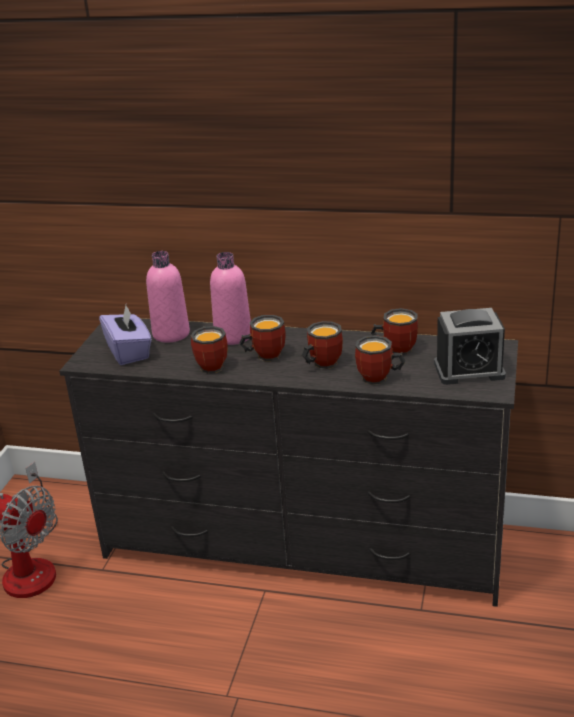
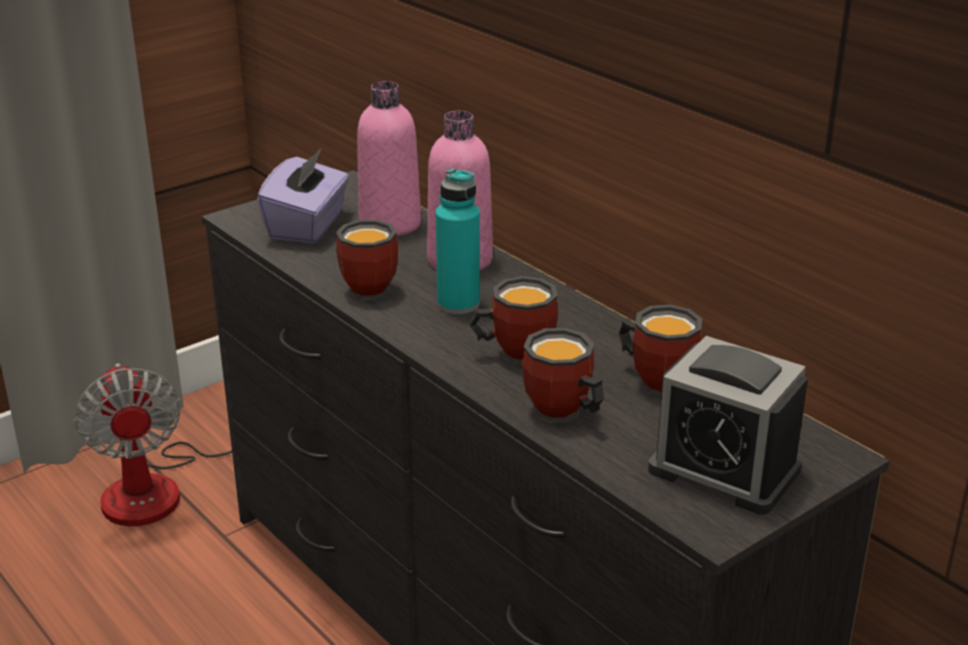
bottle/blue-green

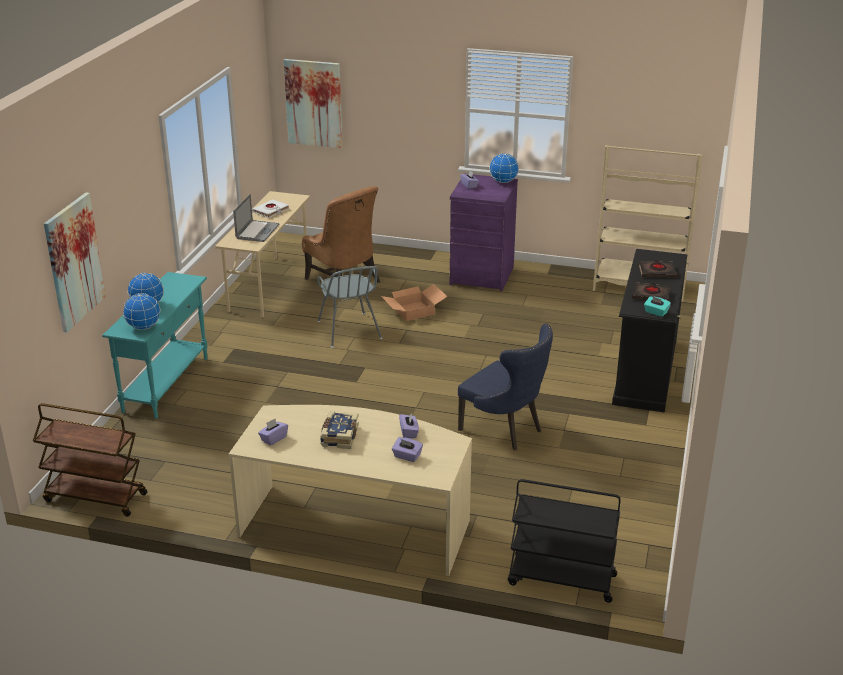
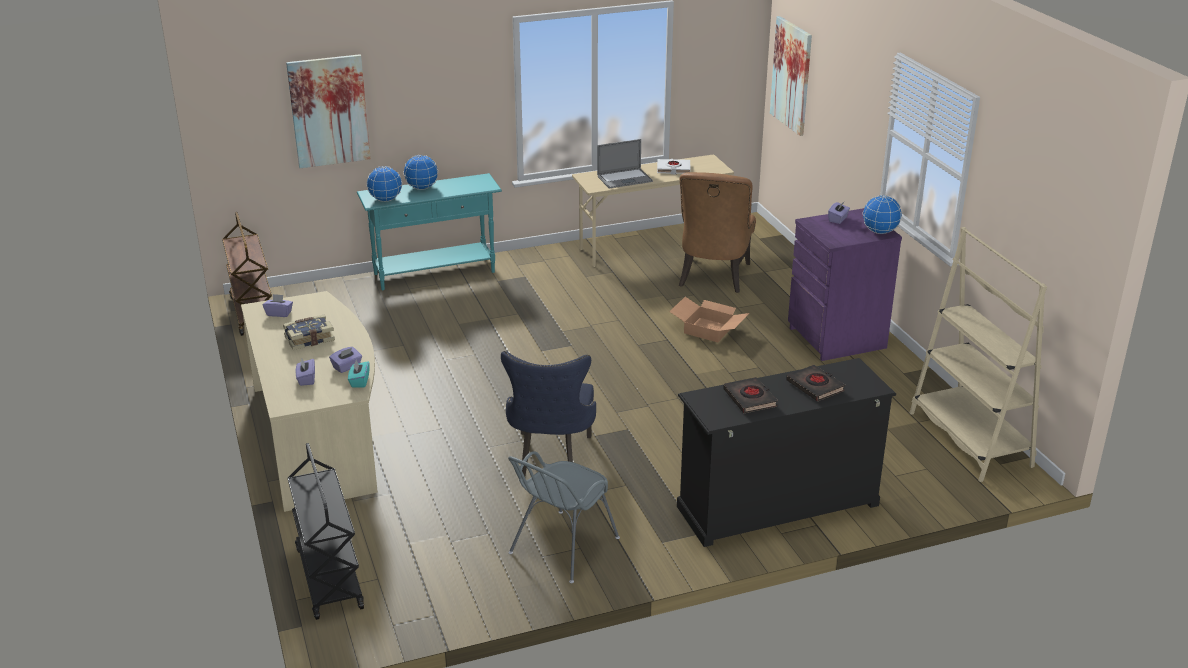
box of tissues/blue-green
upright chair/gray

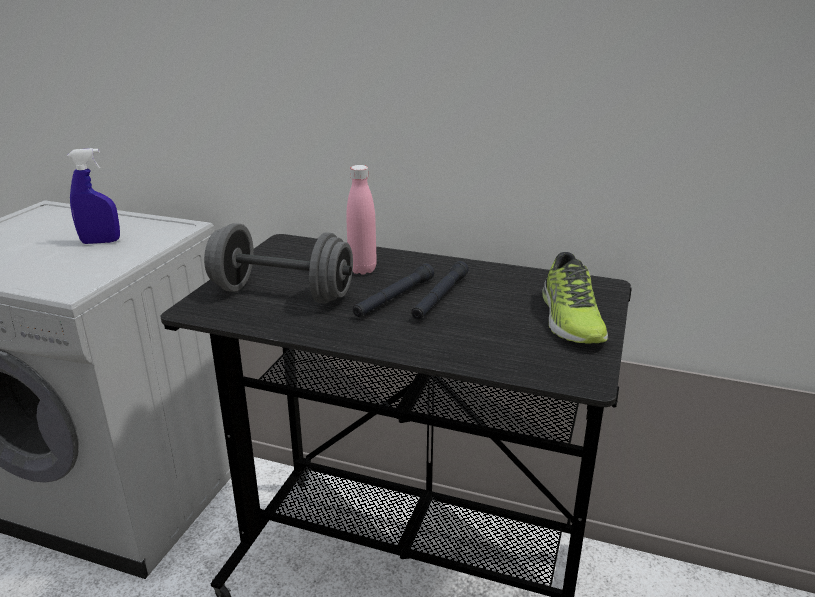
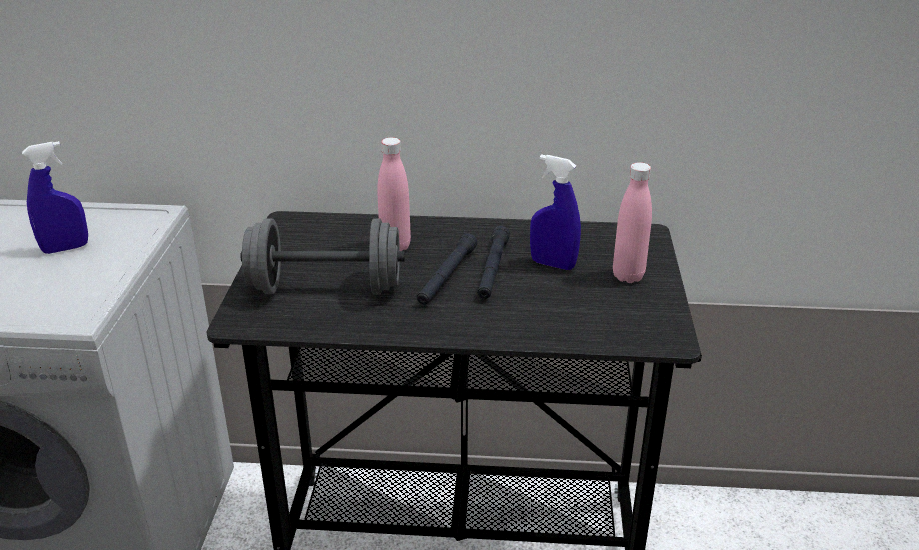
sprayer/blue-coloured (2nd from left)
bottle/pink (2nd from left)

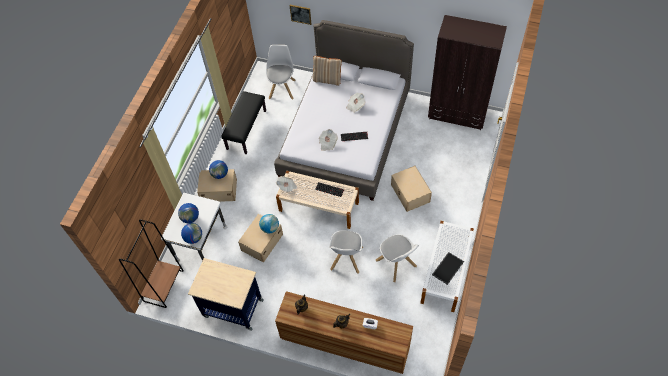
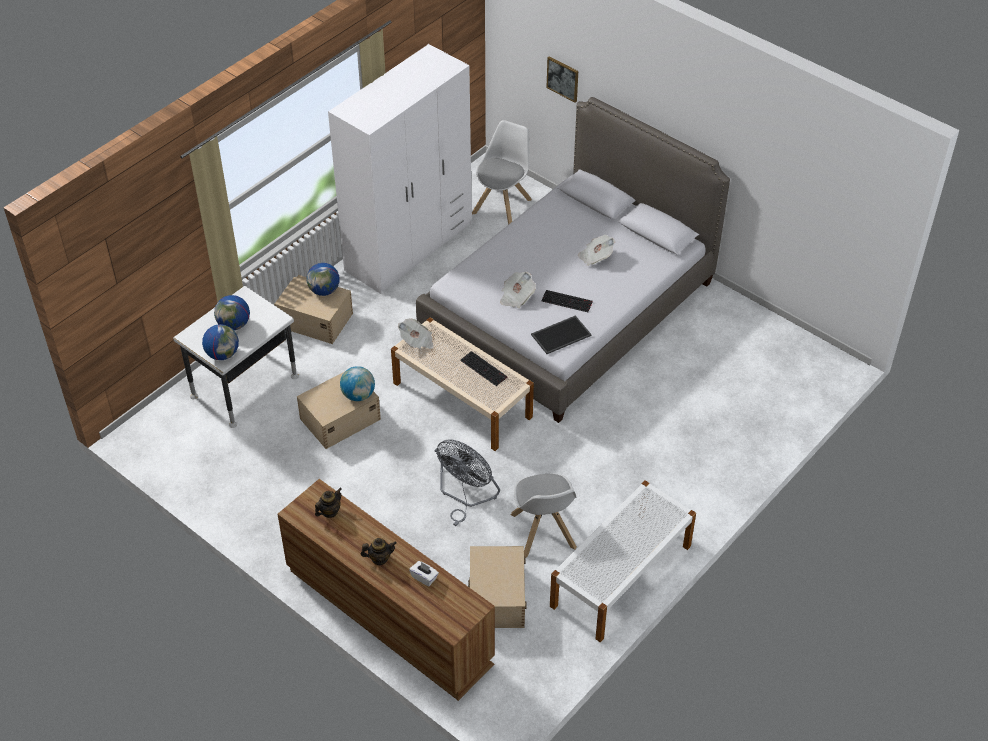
wardrobe/white
electric fan/gray
storage bin/sand-coloured (3rd from left)
serving tray
clothes rack
wheeled cart/blue-coloured
throw pillow/sand-coloured
wardrobe/brown-coloured

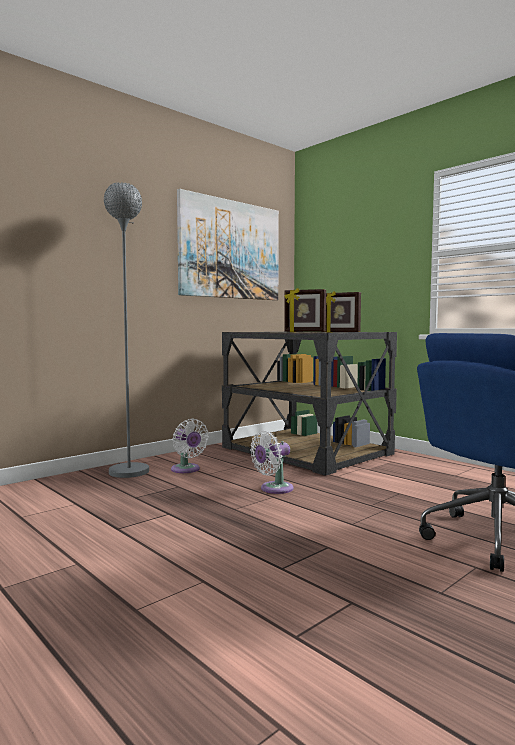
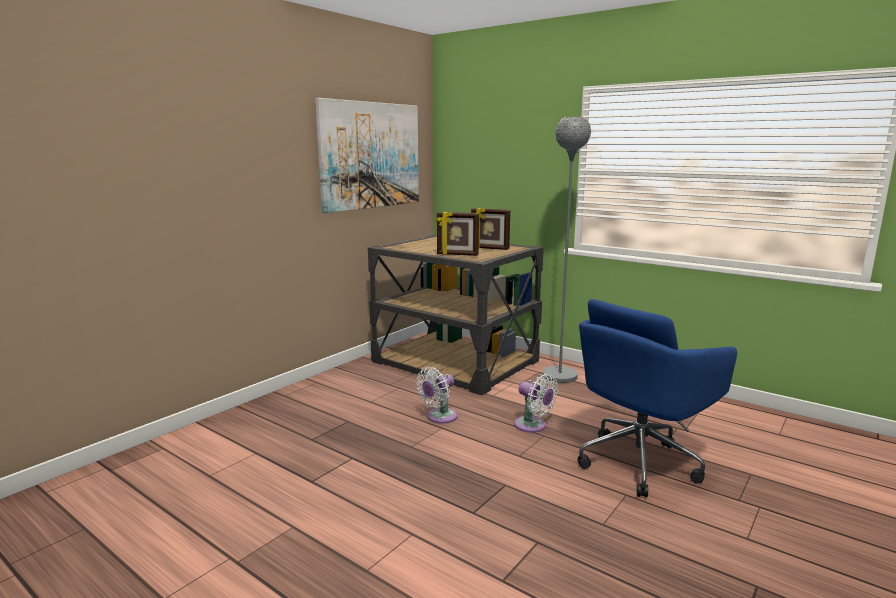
electric fan/white (2nd from left)
floor lamp/gray

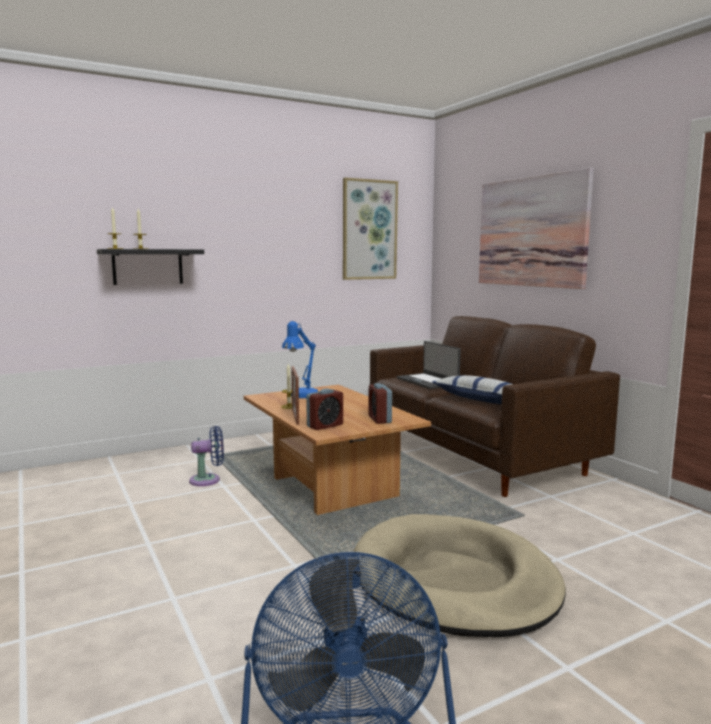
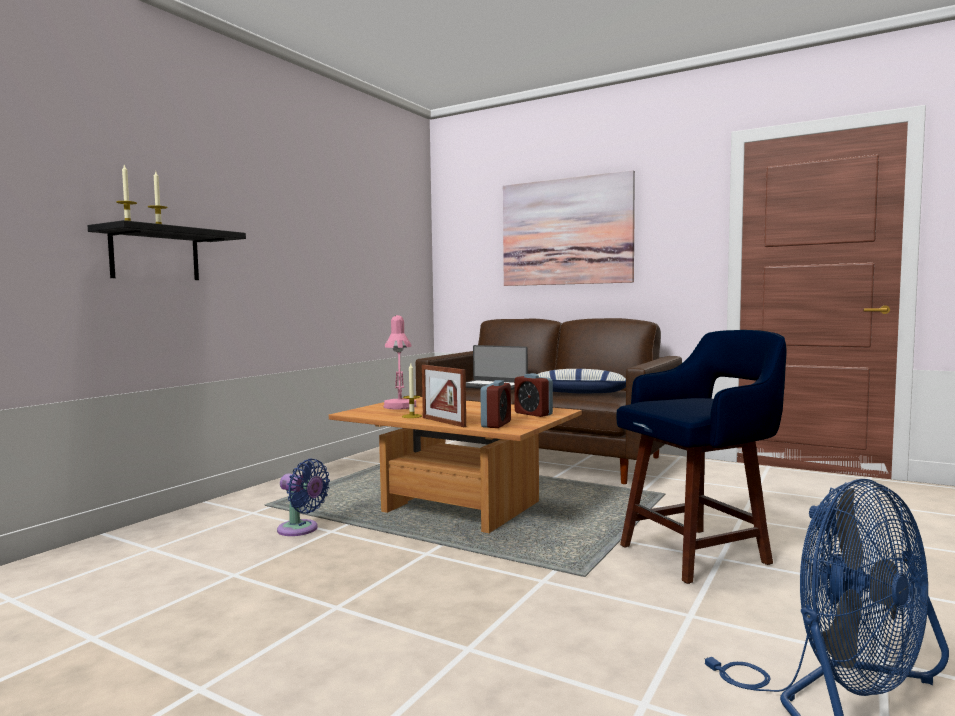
electric fan/blue-coloured (1st from left)
lamp for a table/pink
stool seat/blue-coloured
picture (1st from left in the first image)

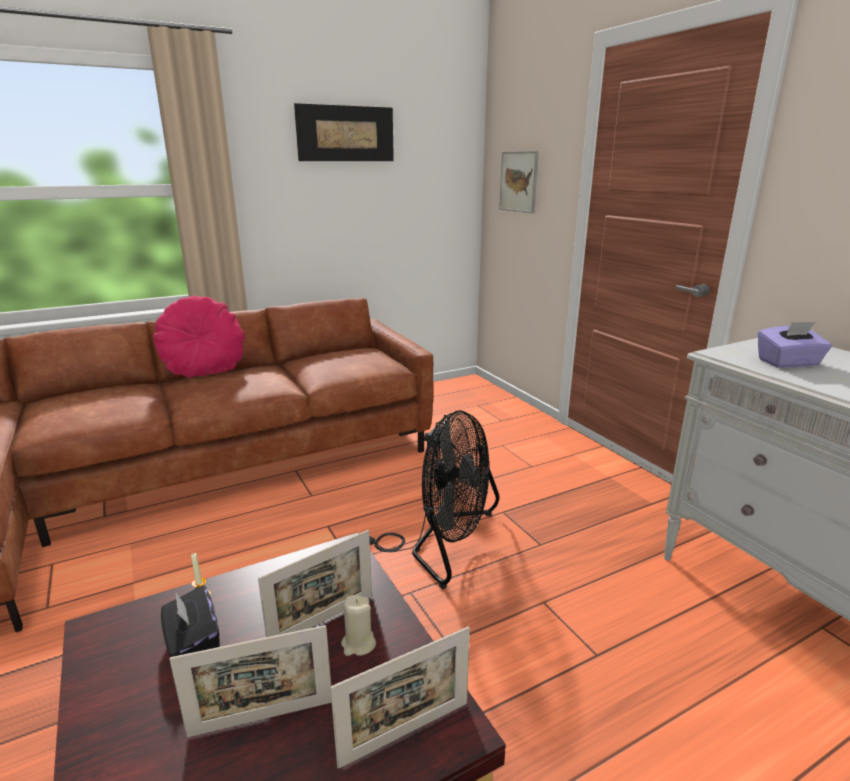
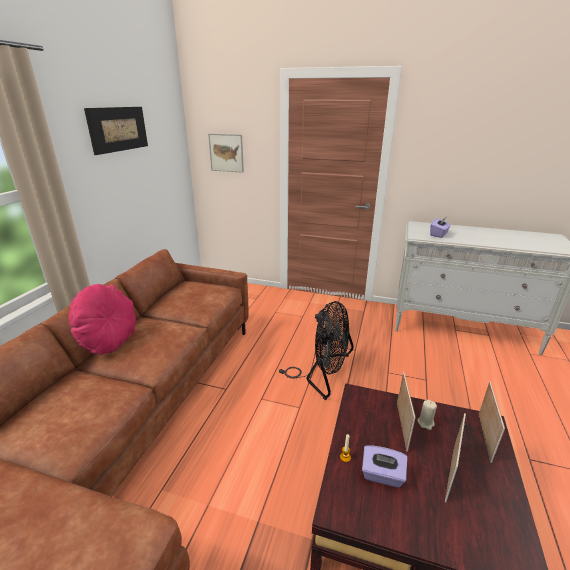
electric fan/black-coloured
box of tissues/purplish (1st from left)

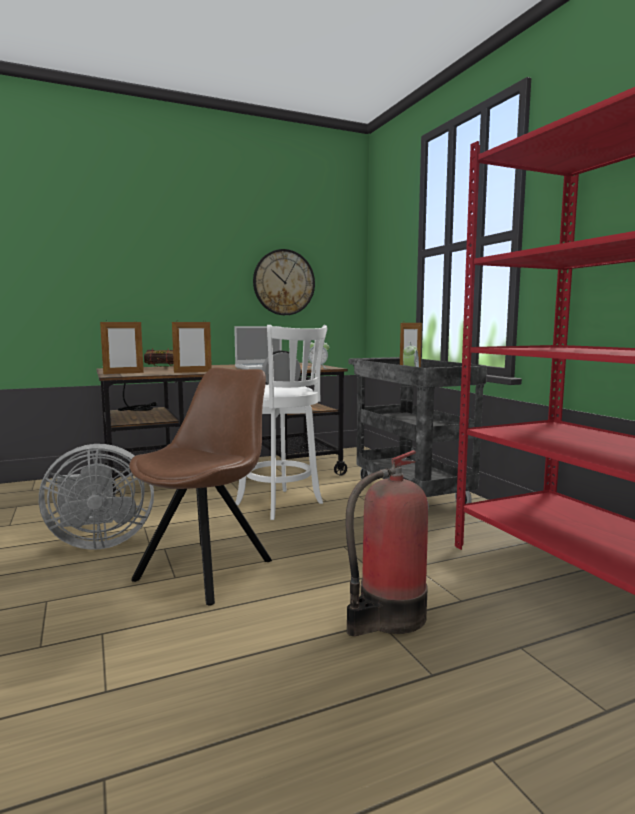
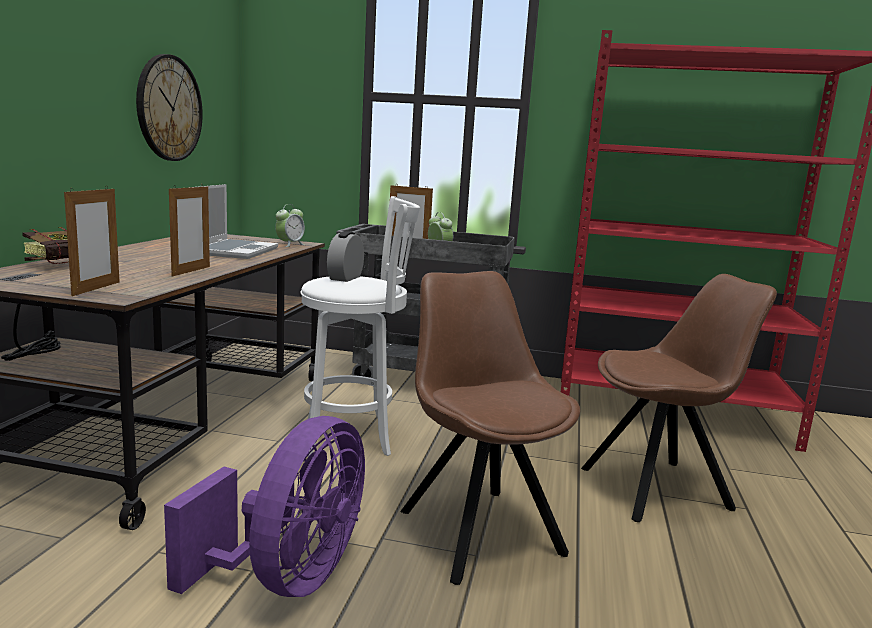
electric fan/purplish
upright chair/brown-coloured (2nd from left)

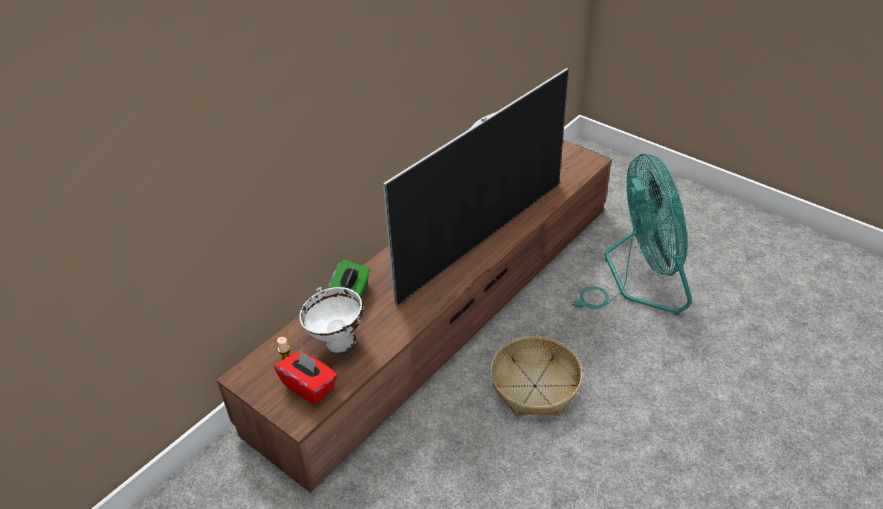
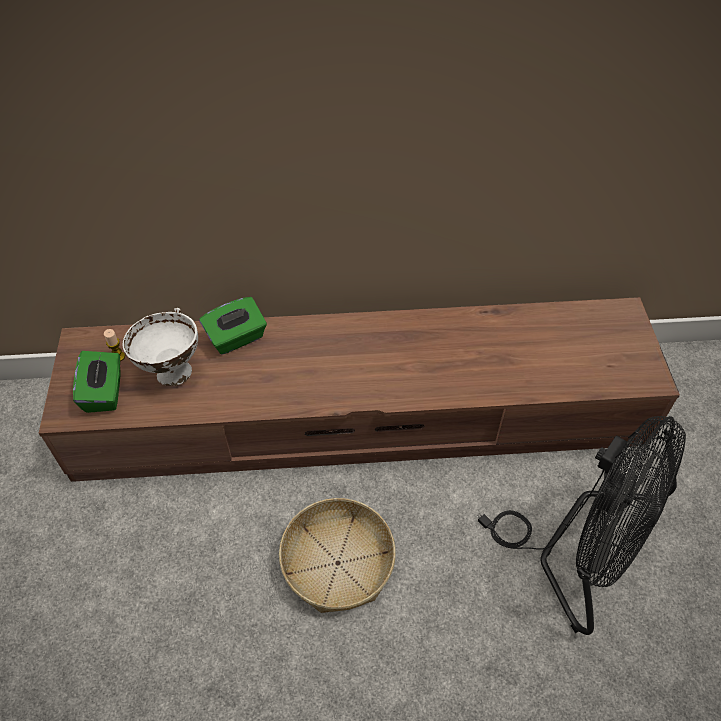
box of tissues/green-coloured (1st from left)
electric fan/black-coloured
TV set

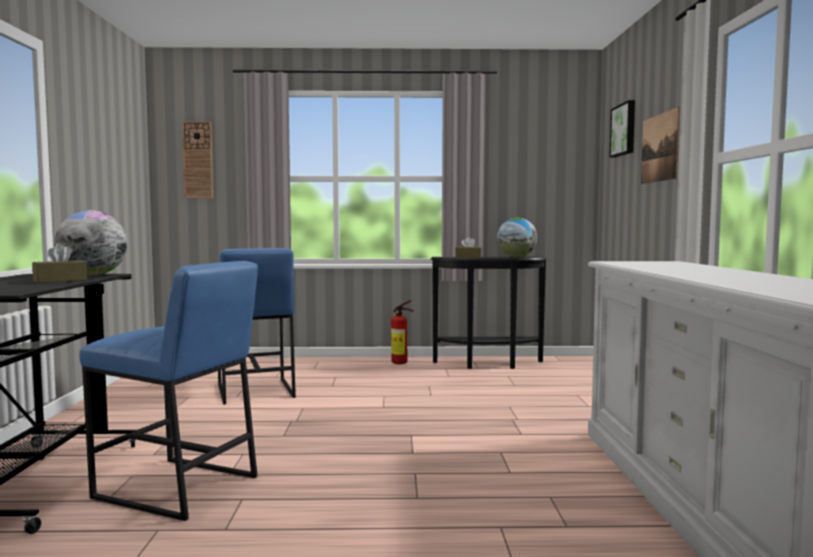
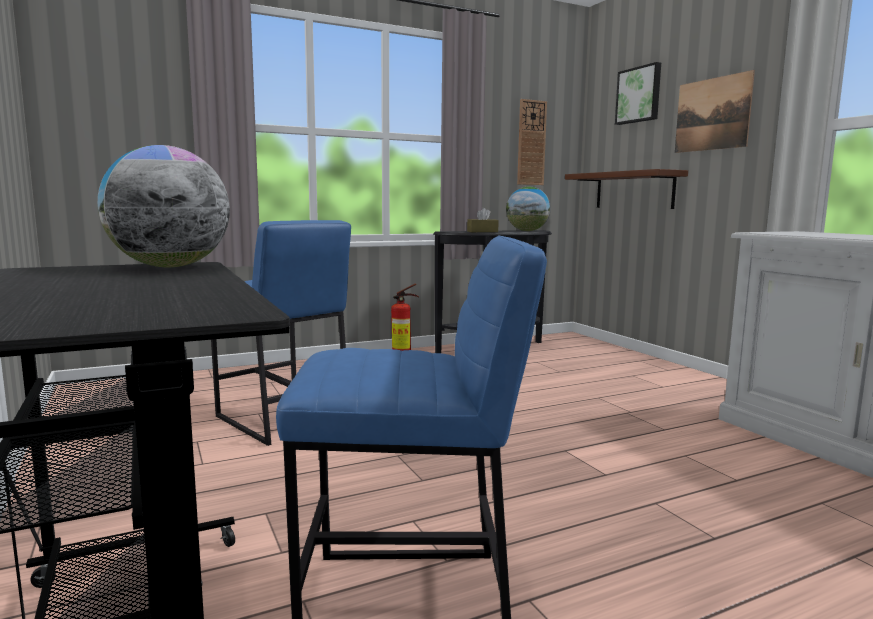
wall clock
bracket shelf/brown-coloured
box of tissues/brown-coloured (1st from left in the first image)

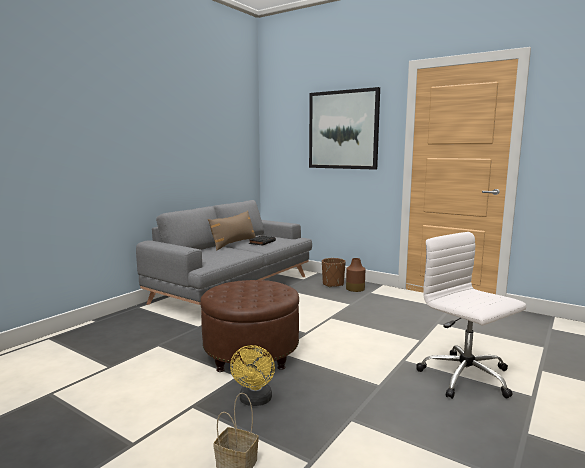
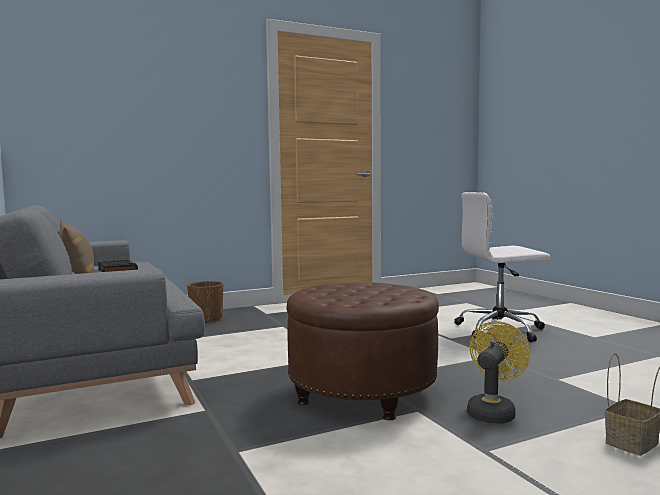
electric fan/yellowish
picture
vase/brown-coloured

